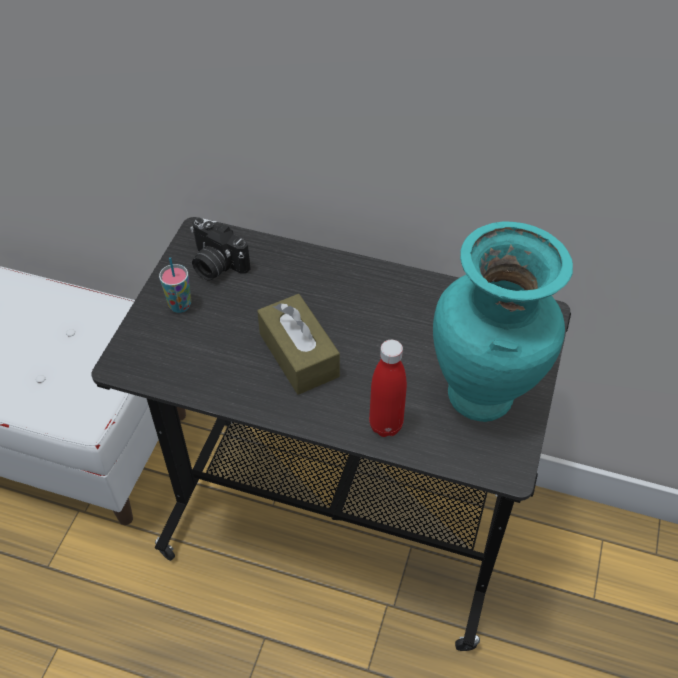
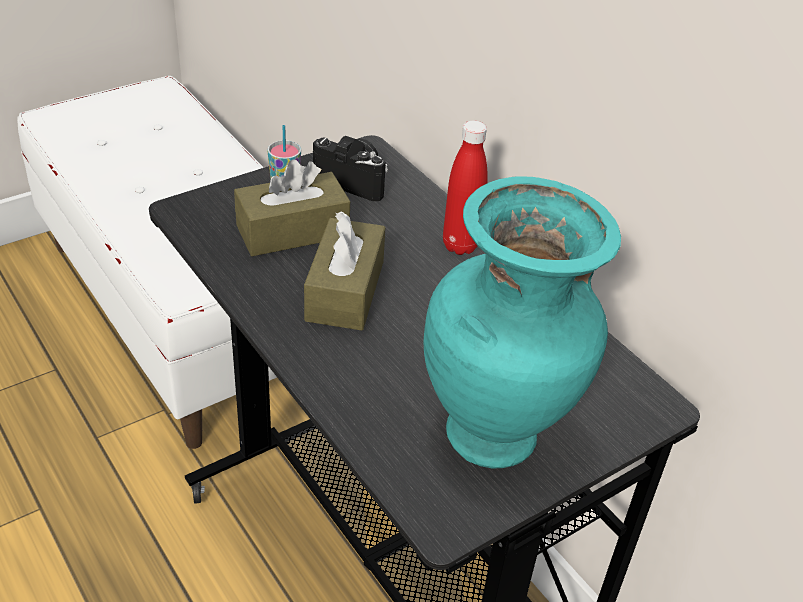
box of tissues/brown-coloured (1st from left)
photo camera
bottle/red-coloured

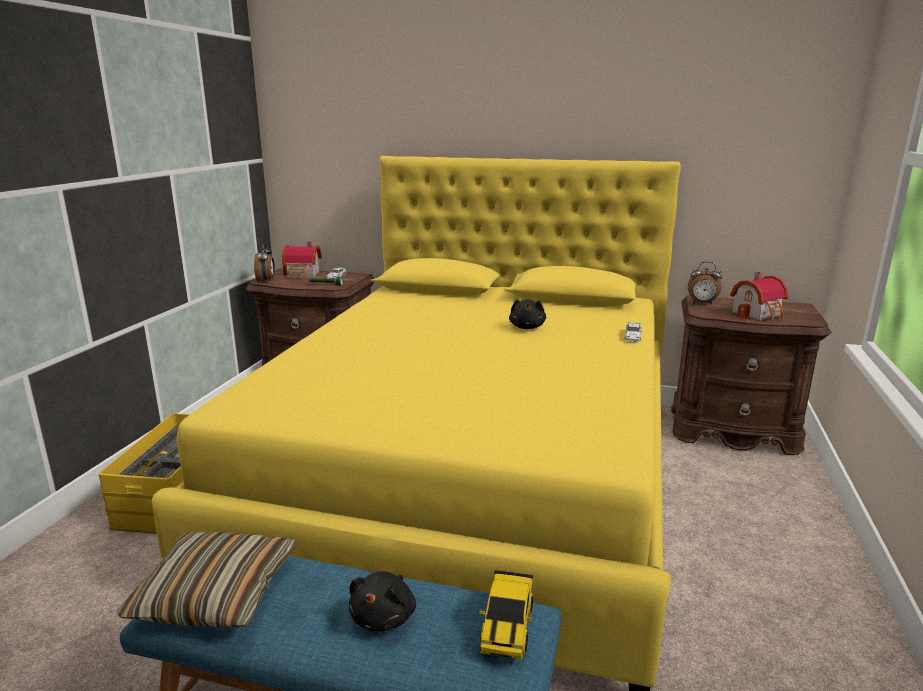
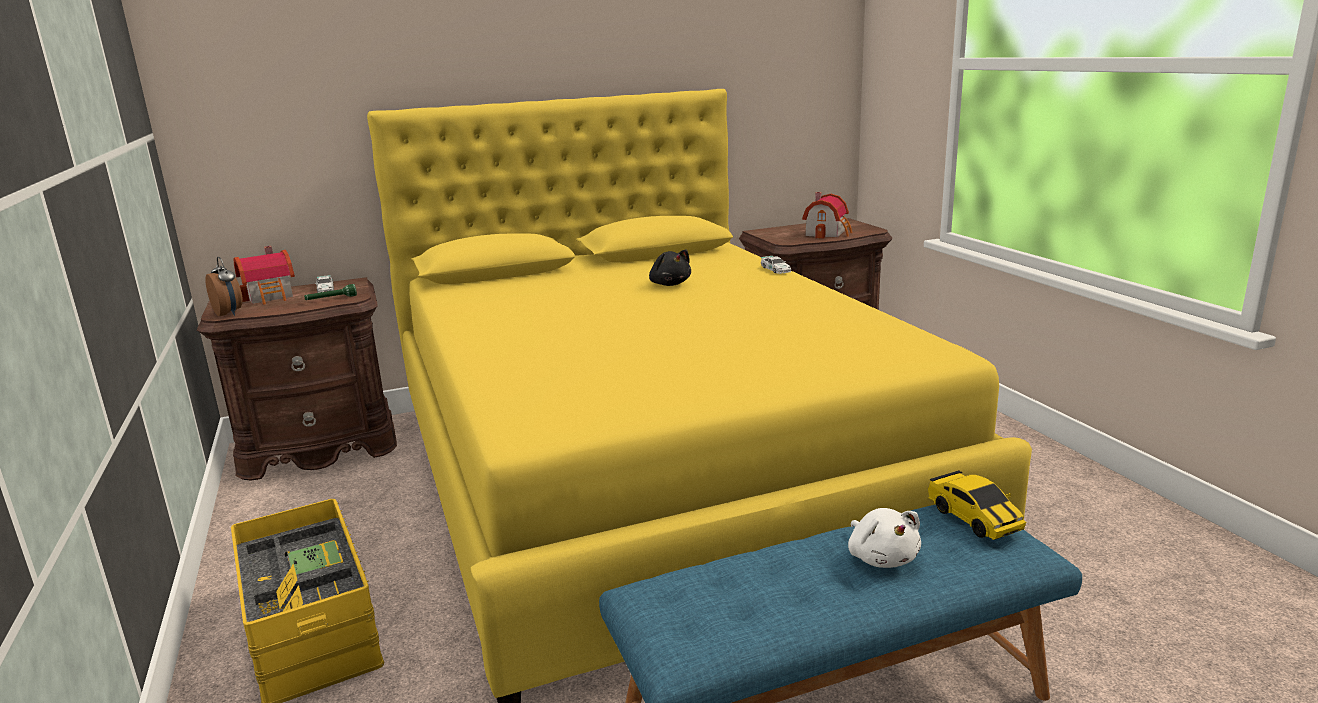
soft toy/white
throw pillow
bedside clock (2nd from left in the first image)

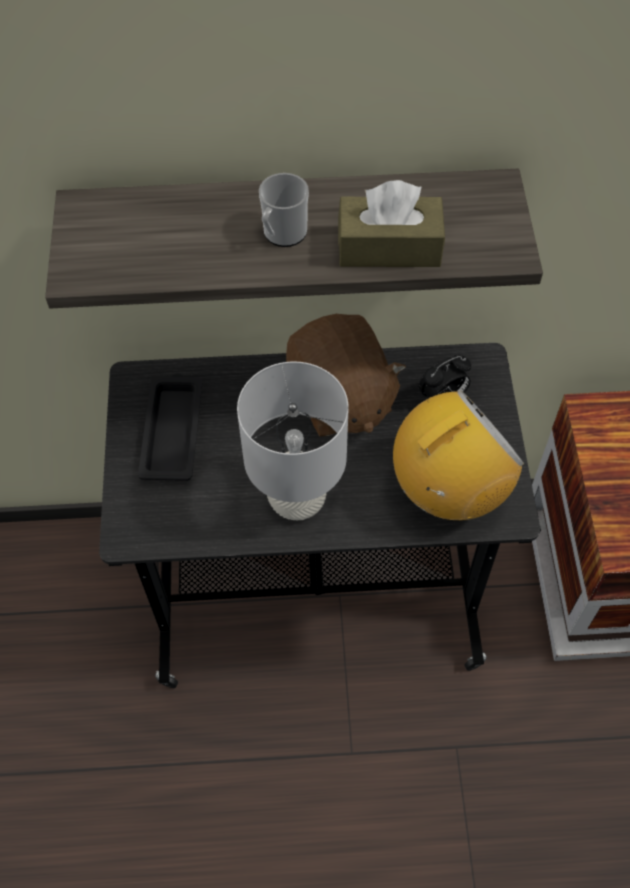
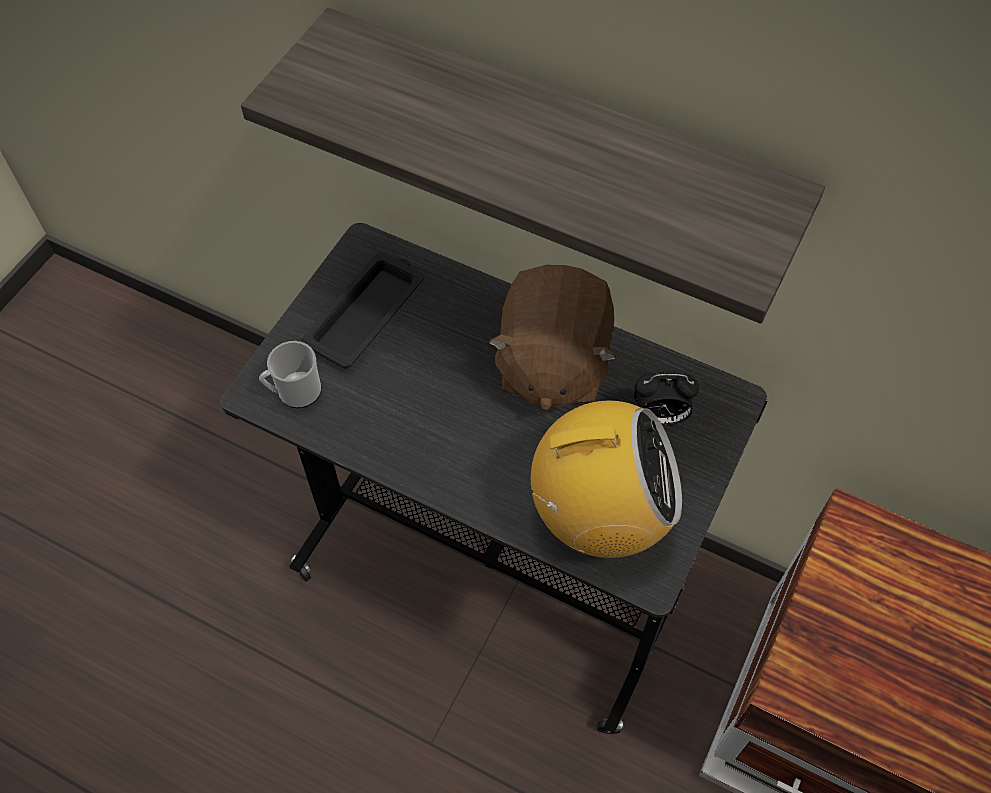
mug
lamp for a table/gray
box of tissues/brown-coloured

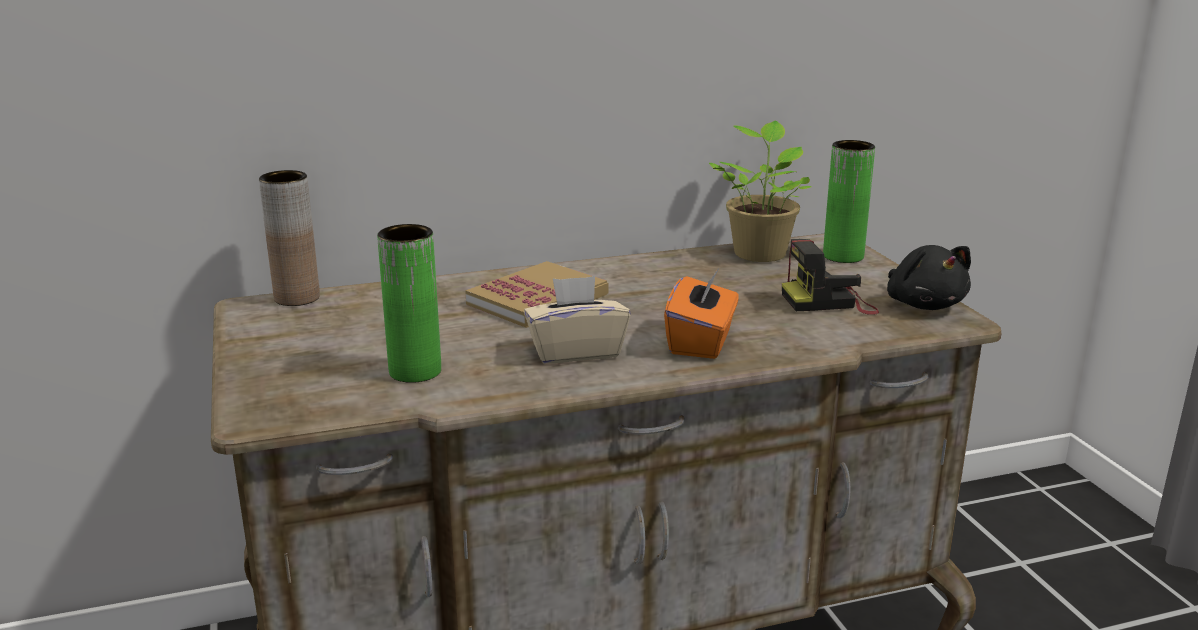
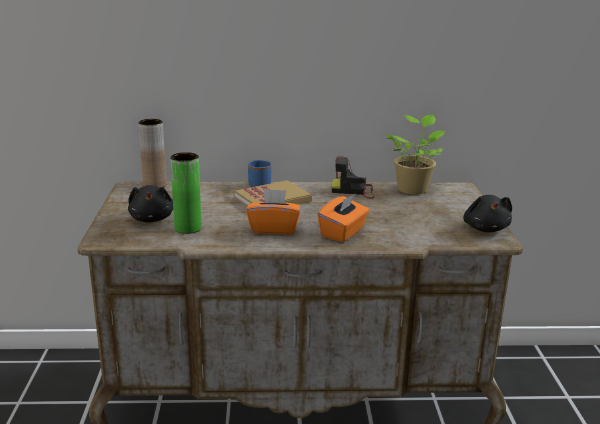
soft toy/black-coloured (1st from left)
box of tissues/orange (1st from left)
mug/blue-coloured
photo camera
vase/green-coloured (2nd from left in the first image)

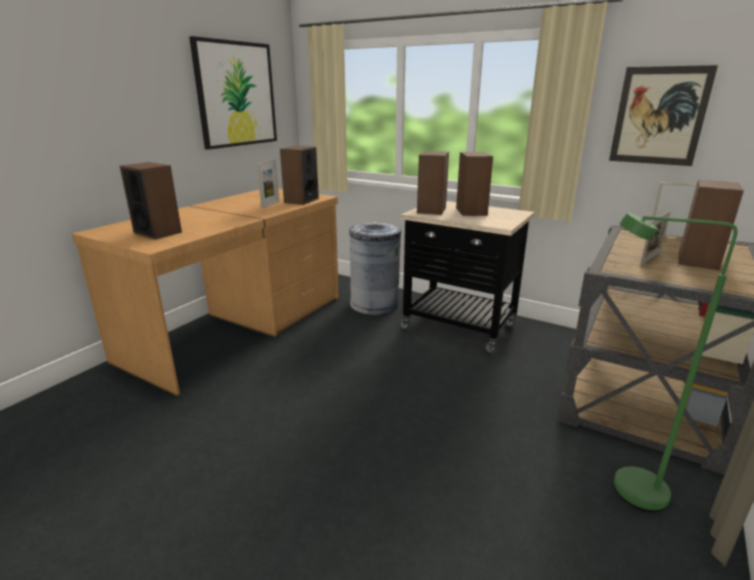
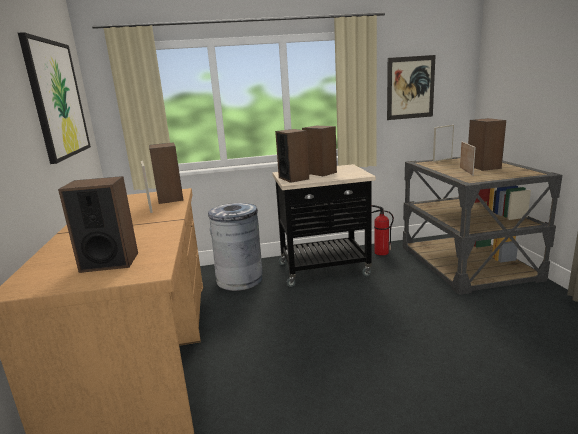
fire extinguisher
floor lamp/green-coloured

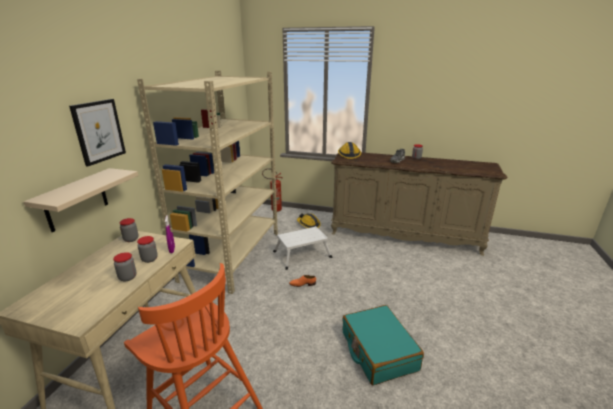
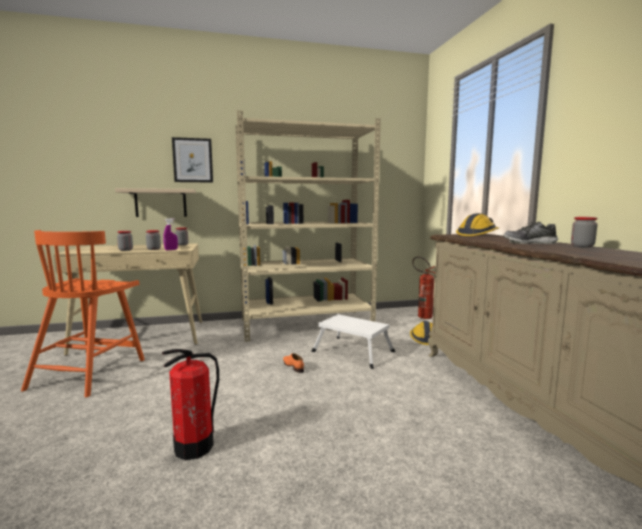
fire extinguisher (1st from left)

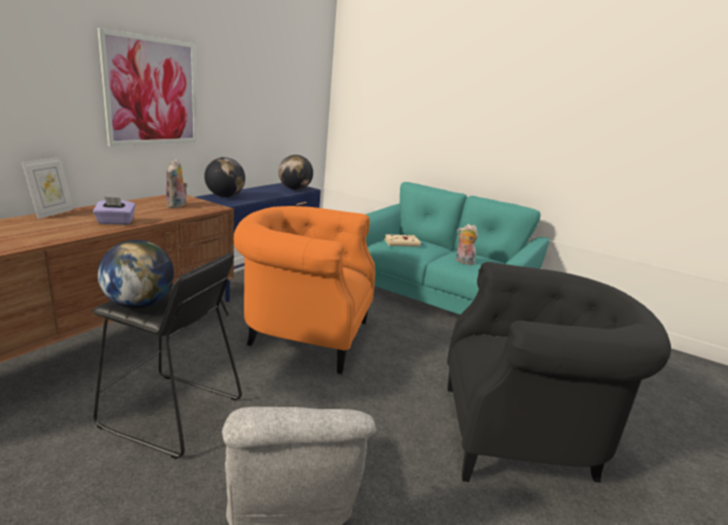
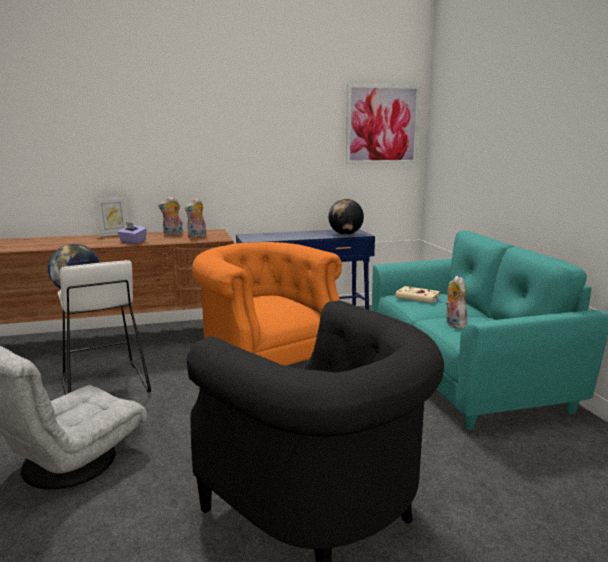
stool seat/white
soft toy (1st from left)
picture
world globe (2nd from left in the first image)

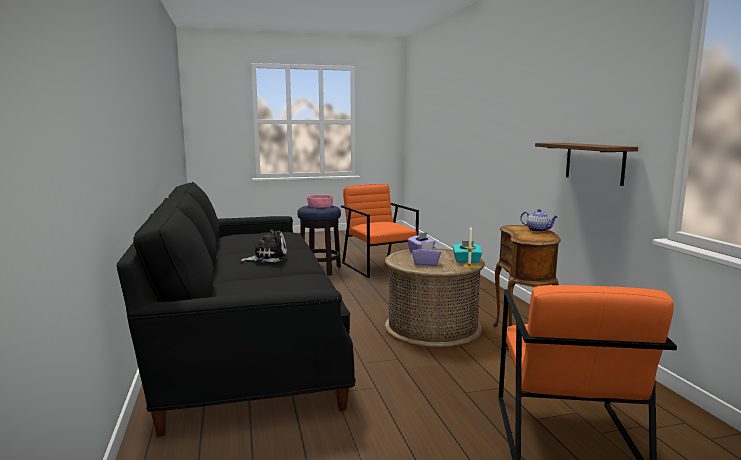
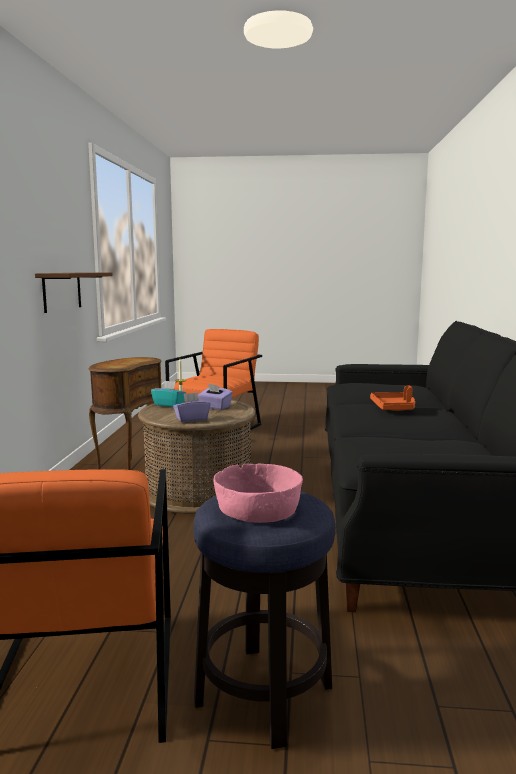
serving tray/orange
tea pot

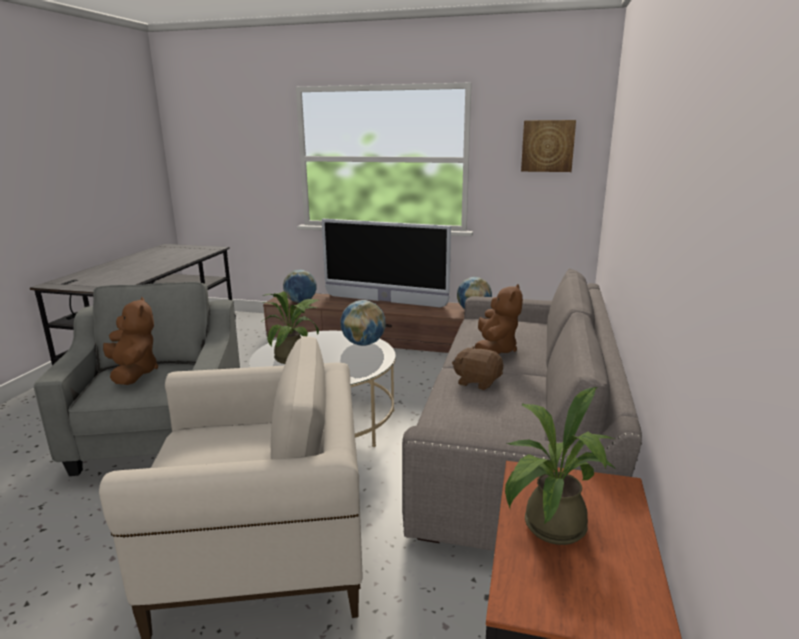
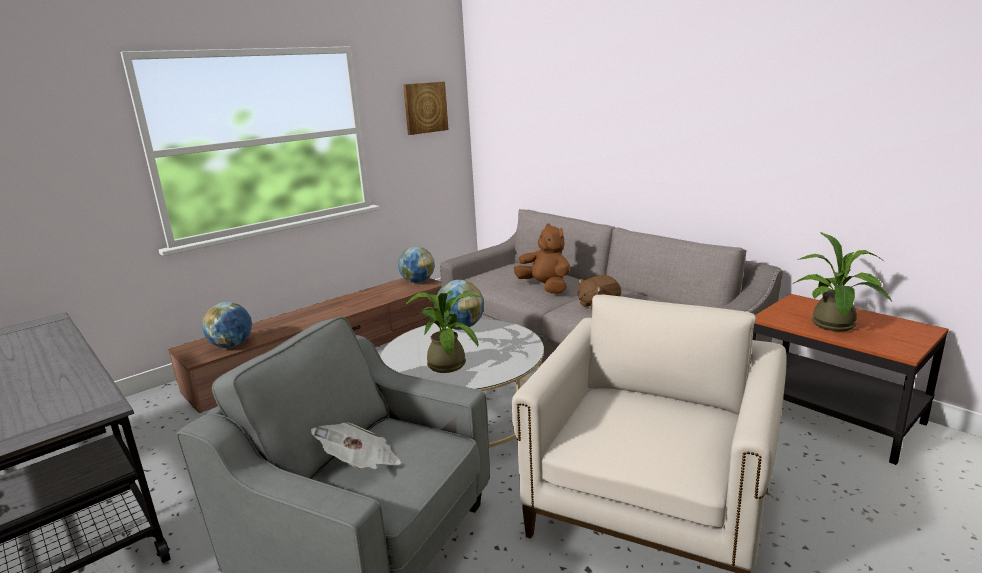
printed paper
TV set

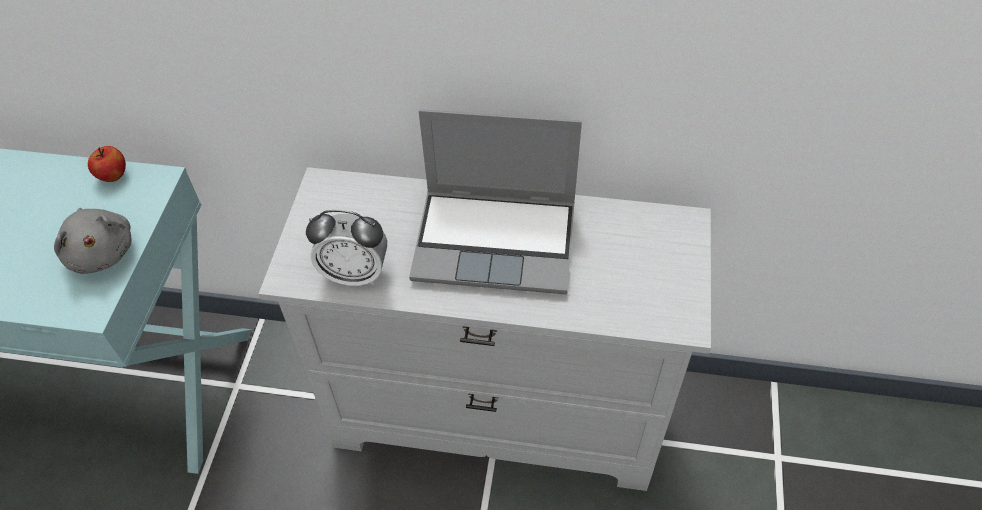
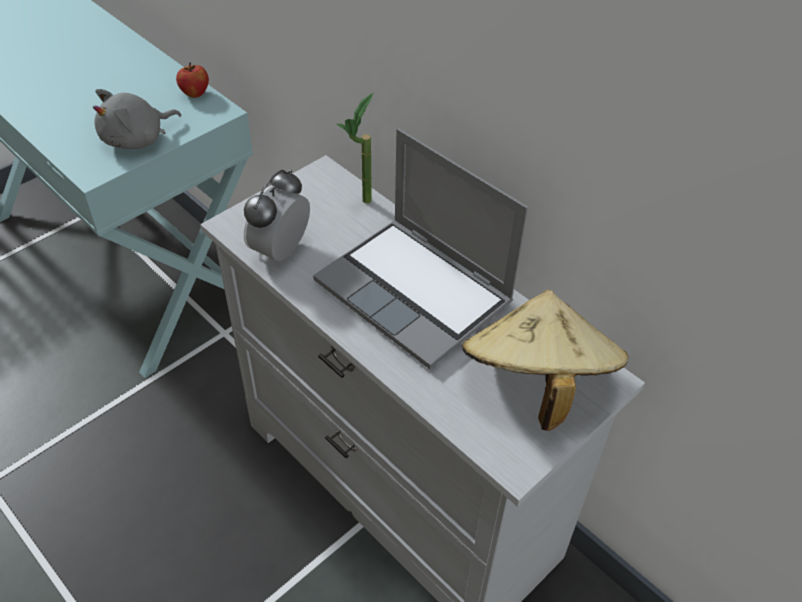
soft toy/gray
bedside clock
plant in a pot
hat/sand-coloured

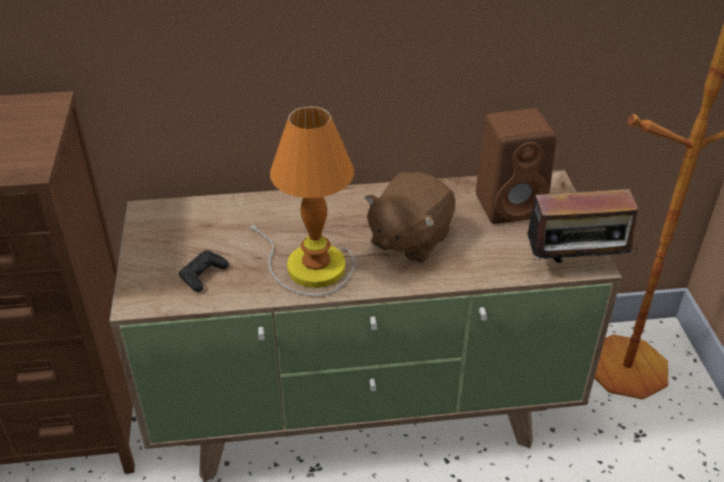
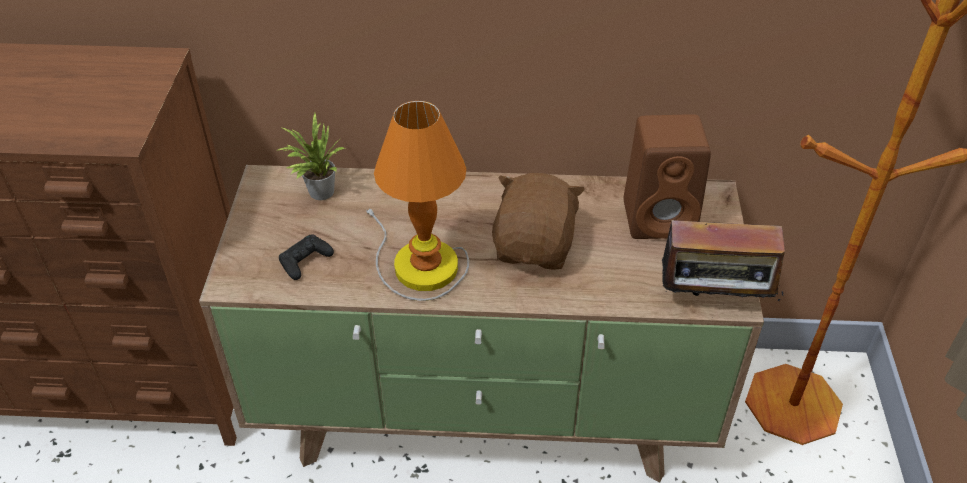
plant in a pot
soft toy/brown-coloured

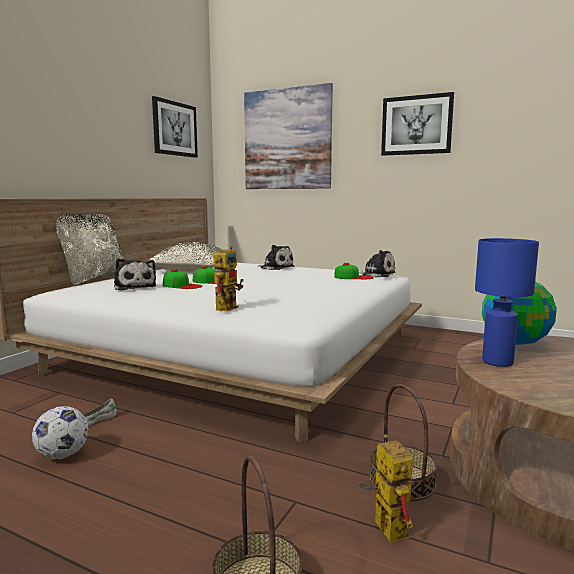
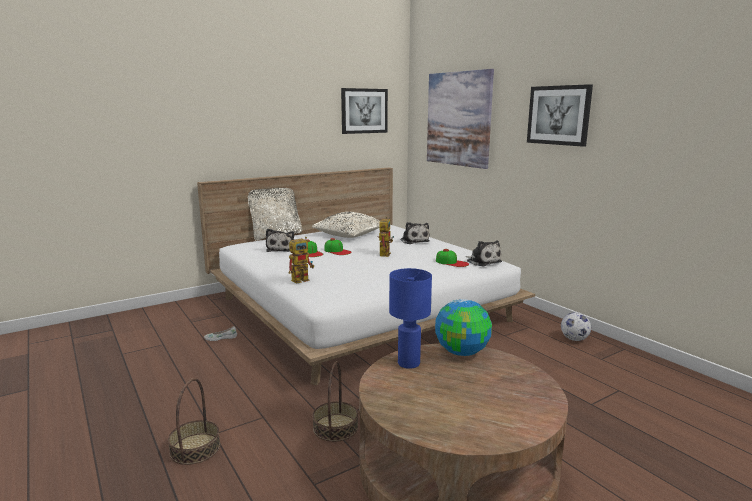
robot figure (2nd from left)
football

